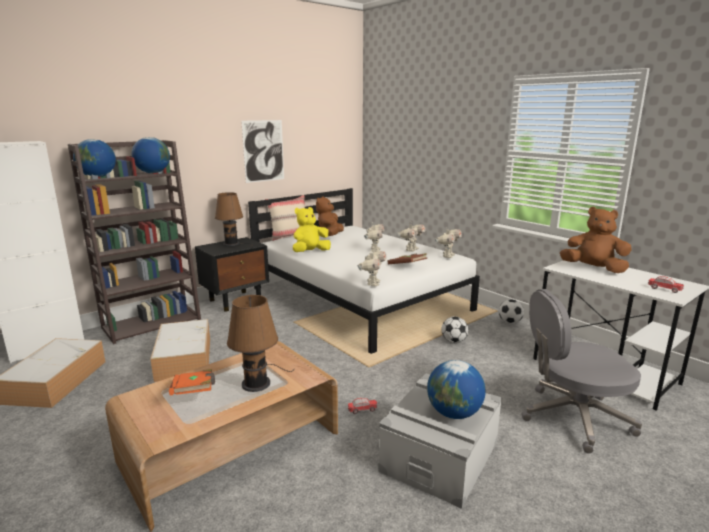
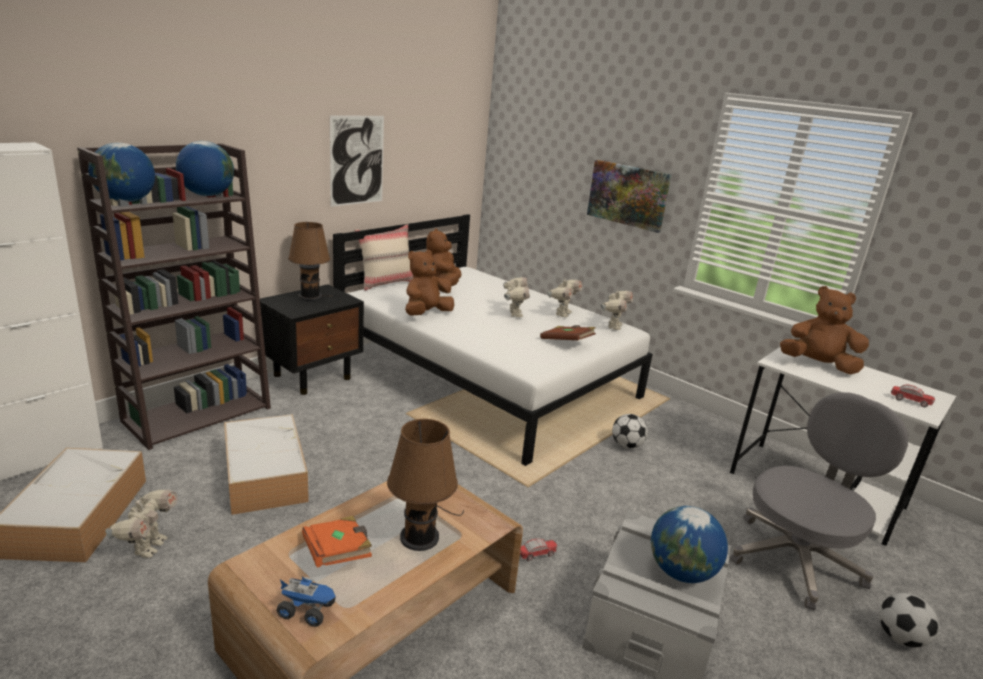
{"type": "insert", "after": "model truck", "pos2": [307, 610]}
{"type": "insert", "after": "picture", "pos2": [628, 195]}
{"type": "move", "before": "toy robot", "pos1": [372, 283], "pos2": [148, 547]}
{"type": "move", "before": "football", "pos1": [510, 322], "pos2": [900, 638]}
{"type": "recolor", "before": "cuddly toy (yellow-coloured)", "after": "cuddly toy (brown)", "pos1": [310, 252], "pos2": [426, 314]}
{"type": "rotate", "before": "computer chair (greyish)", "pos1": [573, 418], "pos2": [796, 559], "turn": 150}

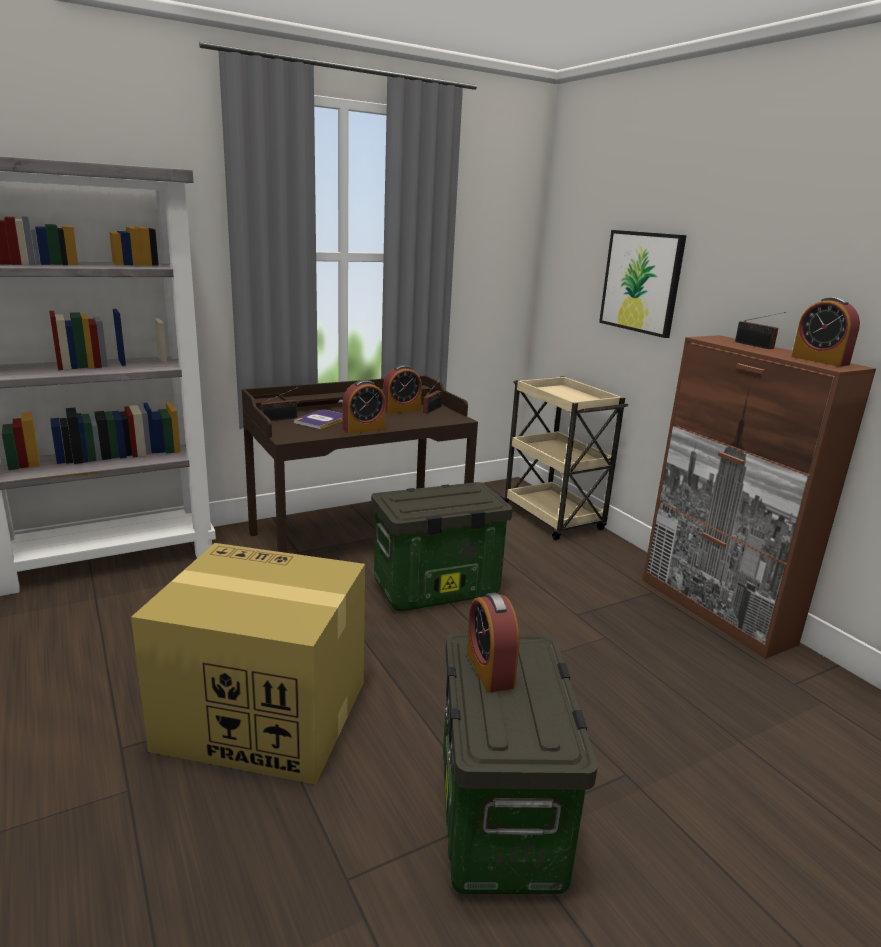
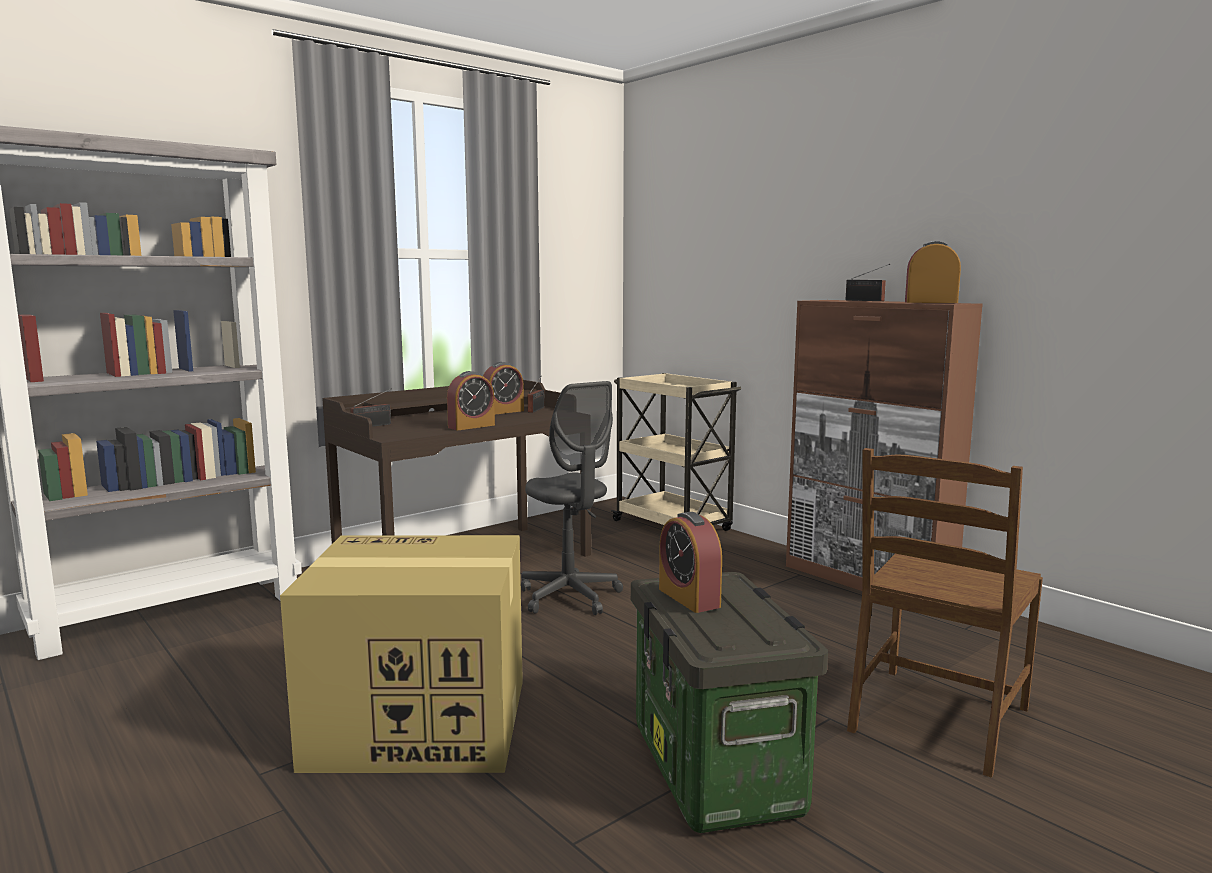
{"type": "delete", "before": "book", "pos1": [321, 420]}
{"type": "delete", "before": "picture", "pos1": [641, 282]}
{"type": "insert", "after": "chair (brown)", "pos2": [938, 719]}
{"type": "replace", "before": "storage bin", "after": "computer chair (greyish)", "pos1": [435, 589], "pos2": [570, 597]}
{"type": "rotate", "before": "bedside clock", "pos1": [819, 360], "pos2": [931, 302], "turn": 150}

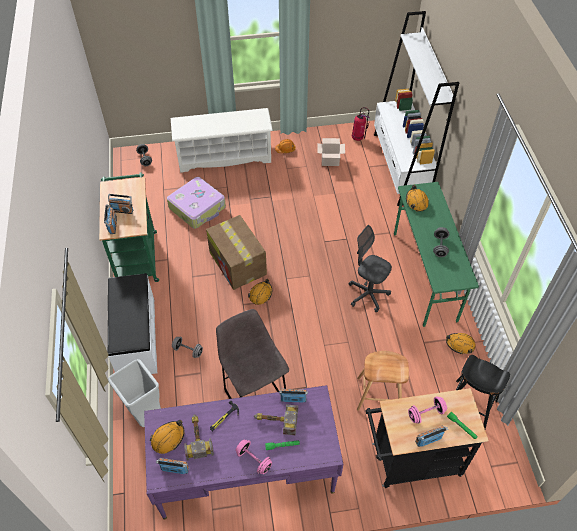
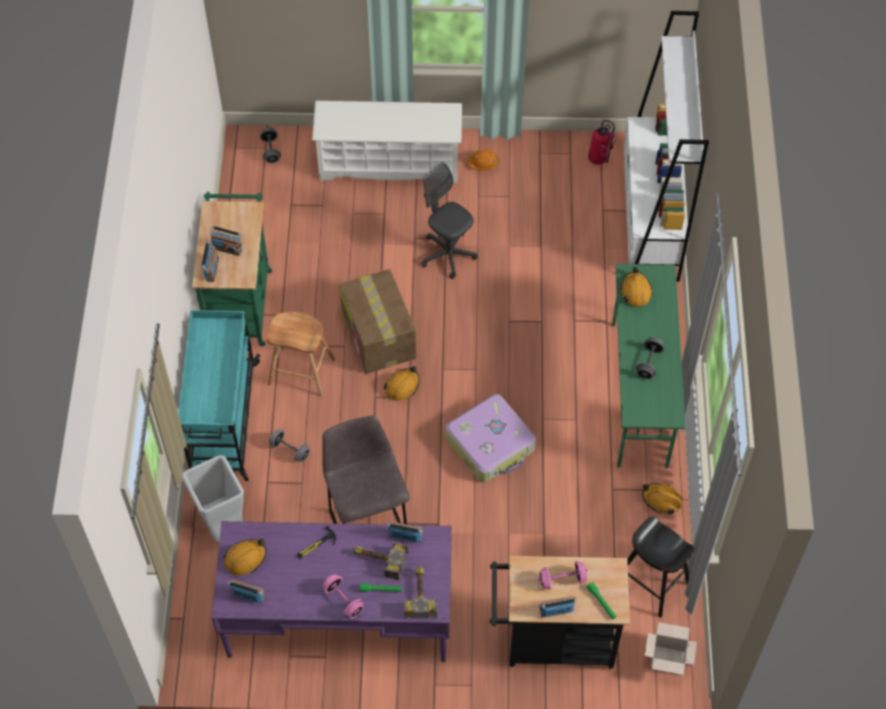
{"type": "move", "before": "travel case", "pos1": [198, 208], "pos2": [491, 444]}
{"type": "move", "before": "hammer", "pos1": [197, 437], "pos2": [420, 593]}
{"type": "move", "before": "carton", "pos1": [330, 160], "pos2": [668, 659]}
{"type": "move", "before": "computer chair (greyish)", "pos1": [368, 294], "pos2": [448, 254]}
{"type": "move", "before": "stool seat (brown)", "pos1": [379, 395], "pos2": [301, 371]}
{"type": "replace", "before": "long seat (white)", "after": "trolley (blue-green)", "pos1": [136, 337], "pos2": [223, 421]}

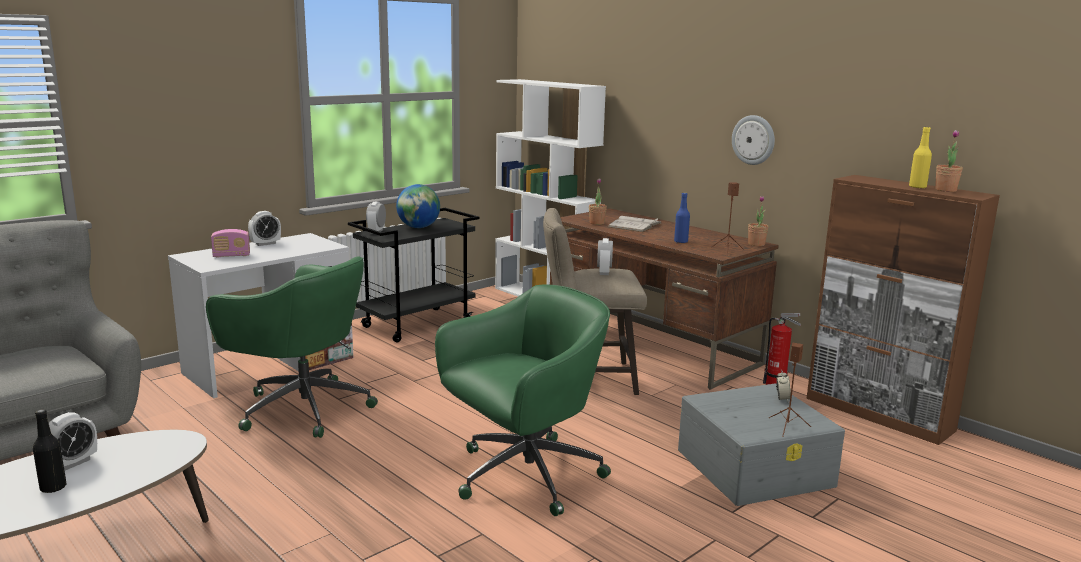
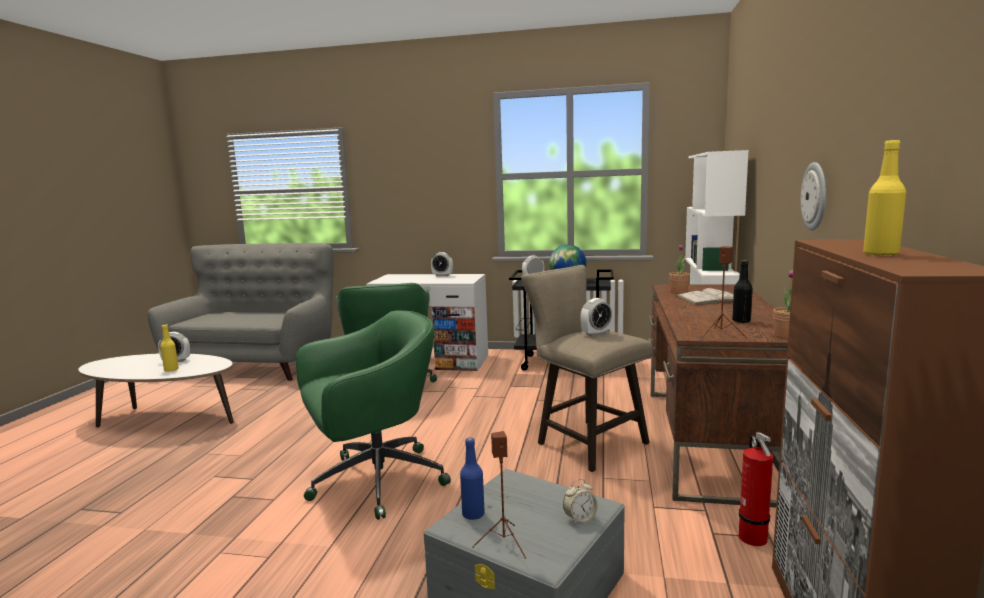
{"type": "delete", "before": "radio", "pos1": [231, 256]}
{"type": "delete", "before": "plant in a pot", "pos1": [945, 190]}
{"type": "insert", "after": "beverage bottle (yellow-coloured)", "pos2": [171, 370]}
{"type": "move", "before": "beverage bottle (black)", "pos1": [53, 488], "pos2": [741, 321]}
{"type": "move", "before": "beverage bottle (bluish)", "pos1": [681, 242], "pos2": [473, 514]}
{"type": "rotate", "before": "computer chair (greenish)", "pos1": [524, 476], "pos2": [374, 482], "turn": -45}

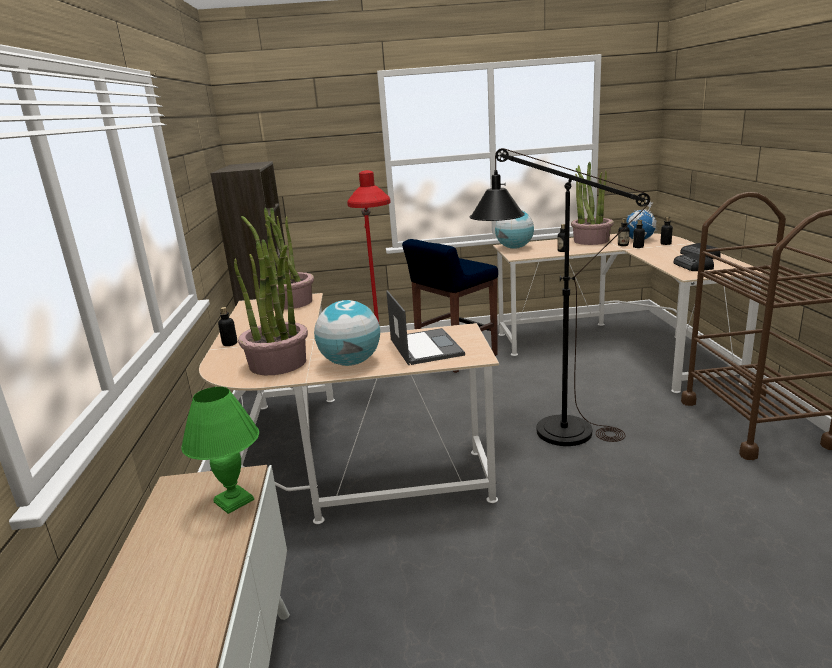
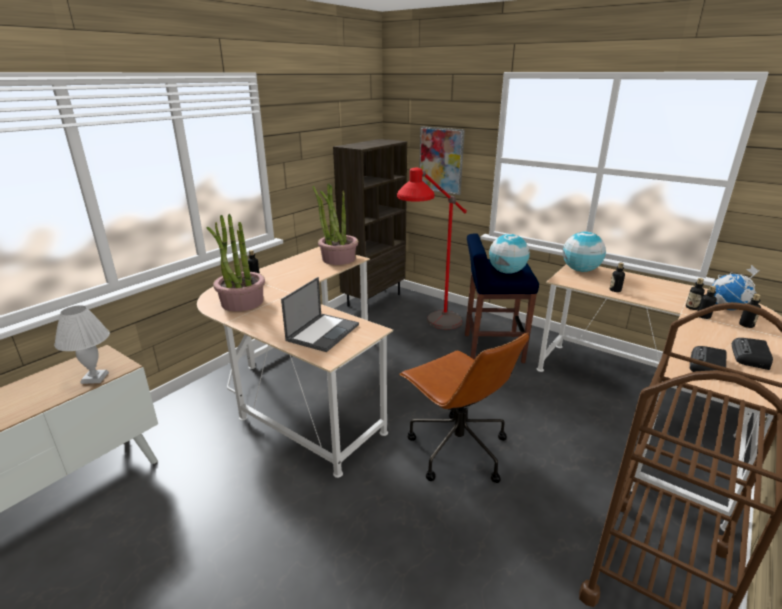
{"type": "delete", "before": "plant in a pot", "pos1": [591, 241]}
{"type": "insert", "after": "picture", "pos2": [441, 160]}
{"type": "move", "before": "desk globe", "pos1": [351, 362], "pos2": [507, 272]}
{"type": "replace", "before": "standard lamp (black)", "after": "computer chair (brown)", "pos1": [547, 431], "pos2": [456, 449]}
{"type": "recolor", "before": "tabletop lamp (greenish)", "after": "tabletop lamp (white)", "pos1": [234, 500], "pos2": [95, 377]}

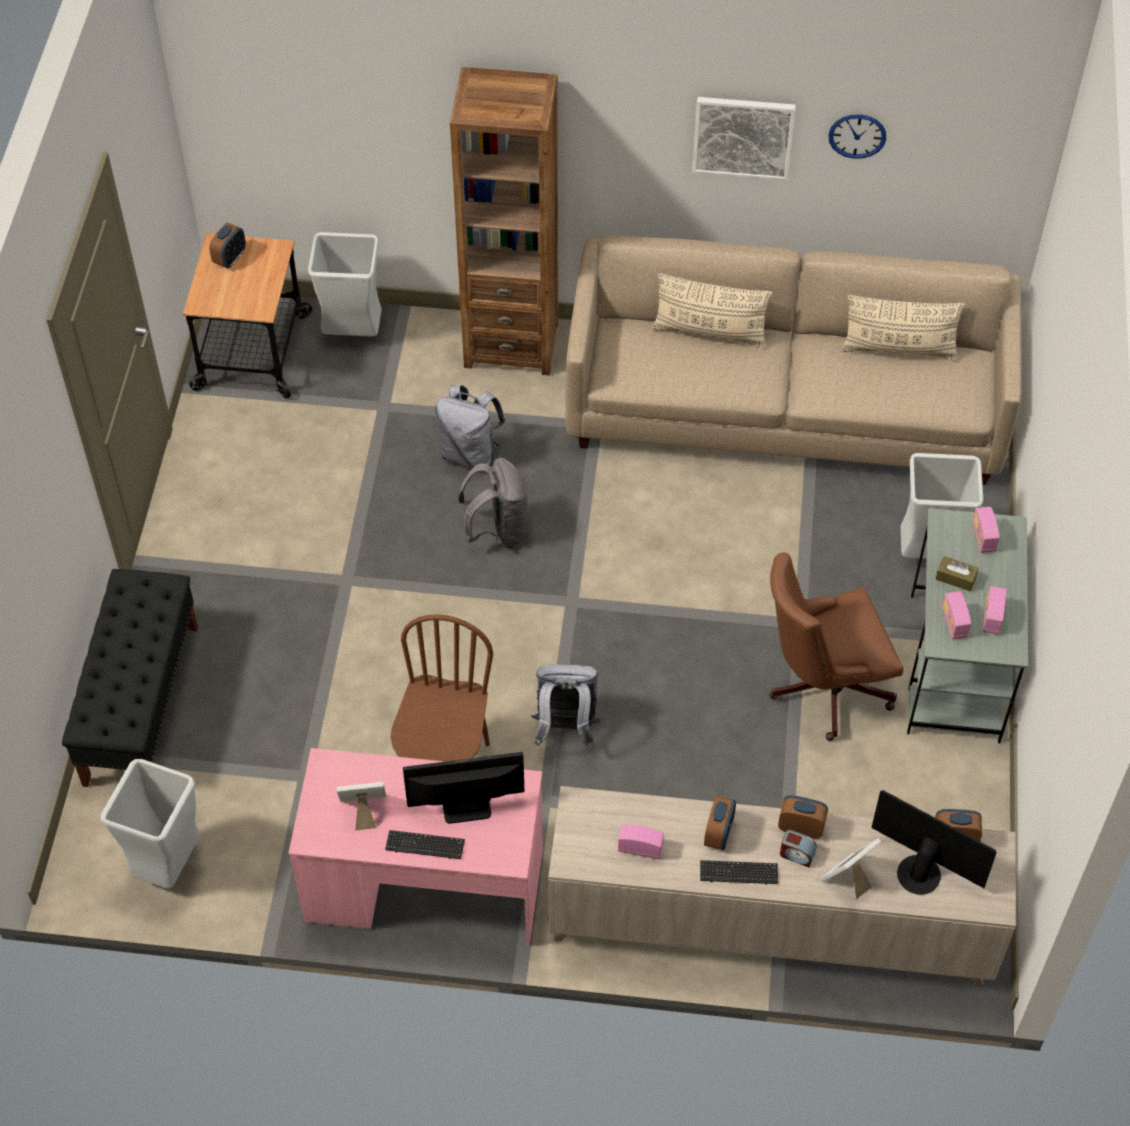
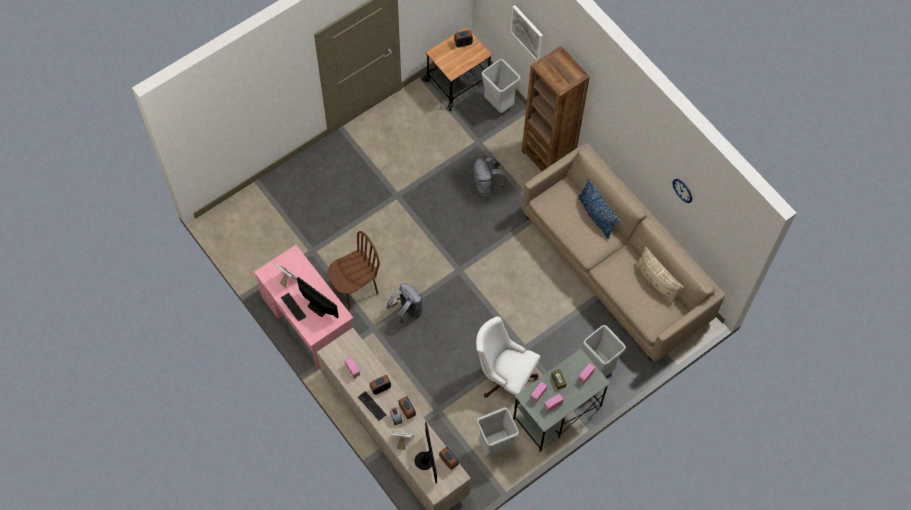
{"type": "delete", "before": "long seat (black)", "pos1": [141, 704]}
{"type": "delete", "before": "rucksack (greyish)", "pos1": [497, 531]}
{"type": "move", "before": "trash can (greyish)", "pos1": [169, 864], "pos2": [495, 445]}
{"type": "move", "before": "picture", "pos1": [743, 136], "pos2": [527, 32]}
{"type": "recolor", "before": "cushion (sand-coloured)", "after": "cushion (bluish)", "pos1": [710, 332], "pos2": [596, 216]}
{"type": "recolor", "before": "computer chair (brown)", "after": "computer chair (white)", "pos1": [822, 687], "pos2": [504, 377]}

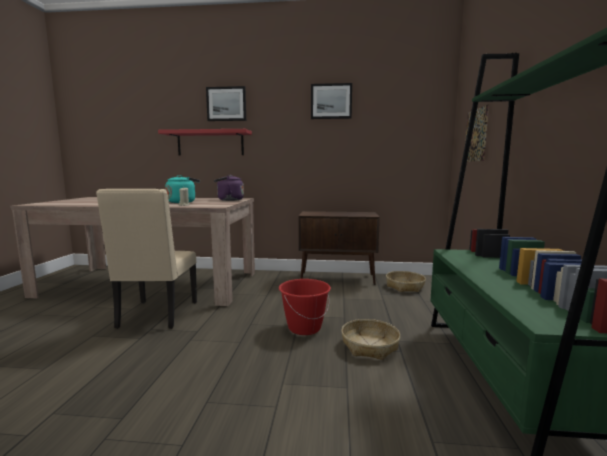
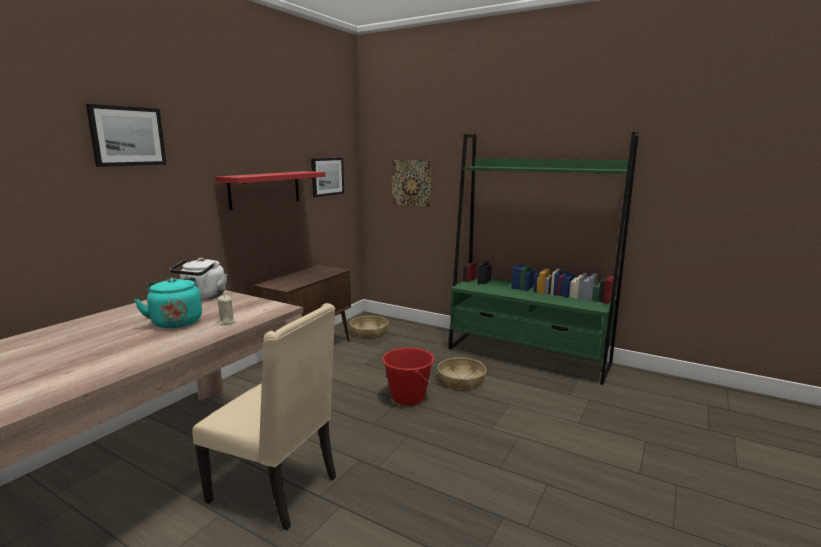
{"type": "move", "before": "wall shelf (reddish)", "pos1": [210, 143], "pos2": [265, 189]}
{"type": "move", "before": "picture", "pos1": [331, 101], "pos2": [327, 176]}
{"type": "recolor", "before": "kettle (purplish)", "after": "kettle (white)", "pos1": [228, 200], "pos2": [203, 297]}

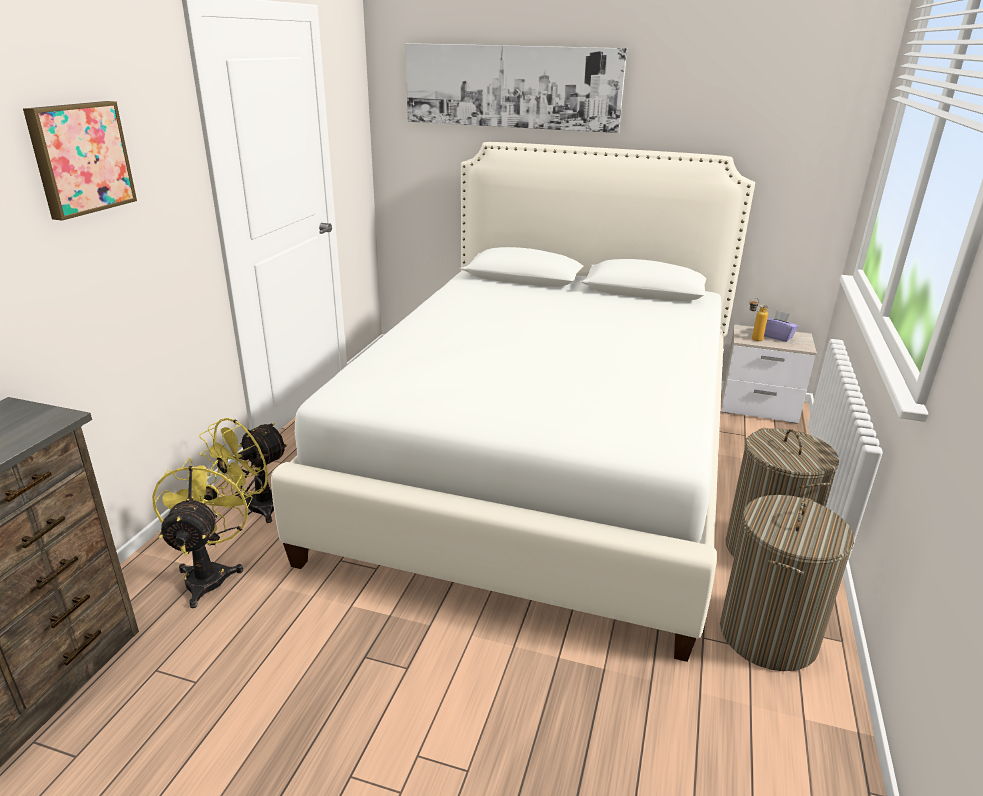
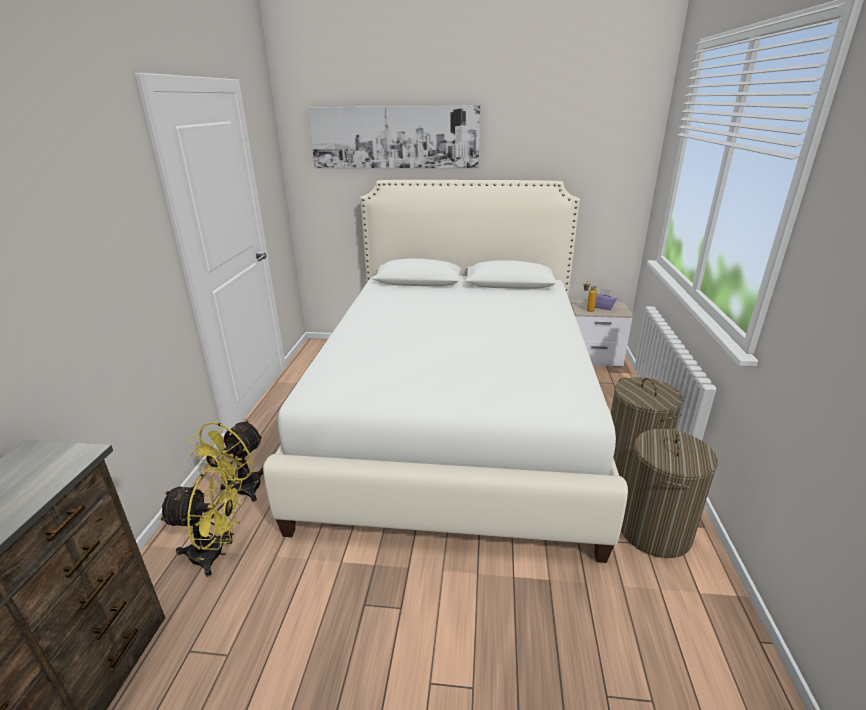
{"type": "delete", "before": "picture", "pos1": [80, 158]}
{"type": "rotate", "before": "fan (yellow-coloured)", "pos1": [210, 574], "pos2": [215, 554], "turn": 105}

